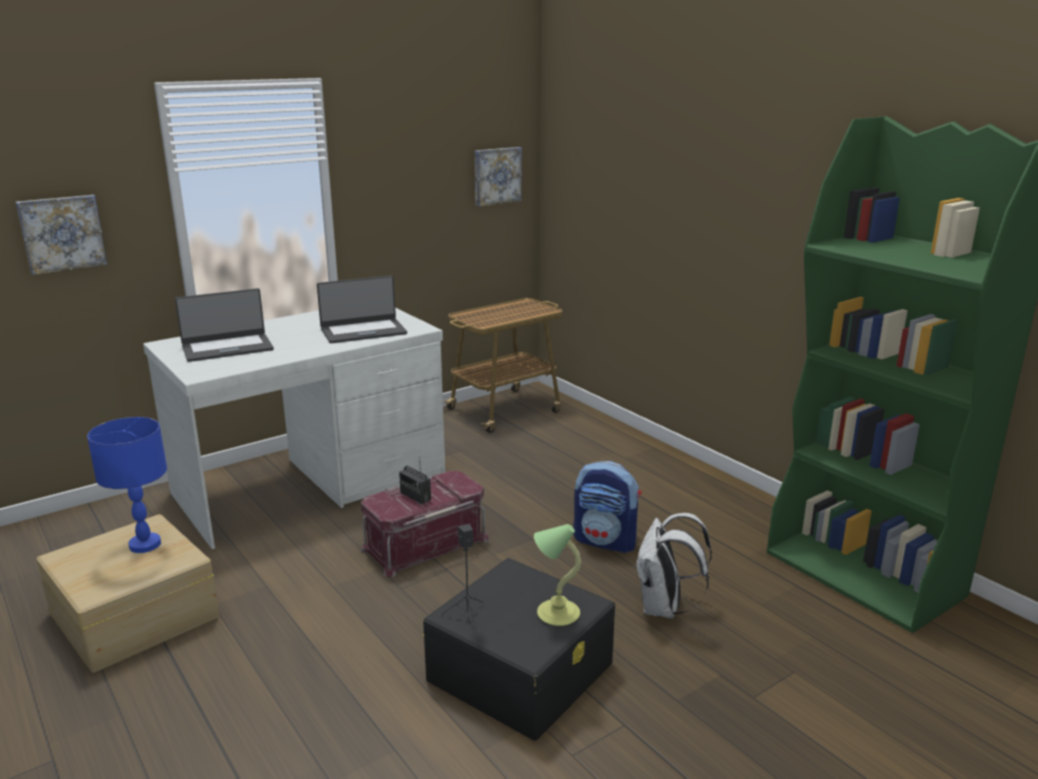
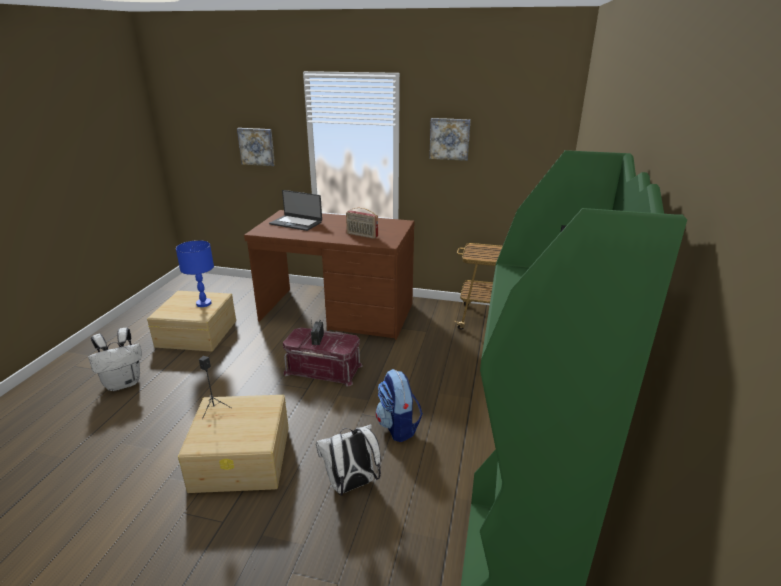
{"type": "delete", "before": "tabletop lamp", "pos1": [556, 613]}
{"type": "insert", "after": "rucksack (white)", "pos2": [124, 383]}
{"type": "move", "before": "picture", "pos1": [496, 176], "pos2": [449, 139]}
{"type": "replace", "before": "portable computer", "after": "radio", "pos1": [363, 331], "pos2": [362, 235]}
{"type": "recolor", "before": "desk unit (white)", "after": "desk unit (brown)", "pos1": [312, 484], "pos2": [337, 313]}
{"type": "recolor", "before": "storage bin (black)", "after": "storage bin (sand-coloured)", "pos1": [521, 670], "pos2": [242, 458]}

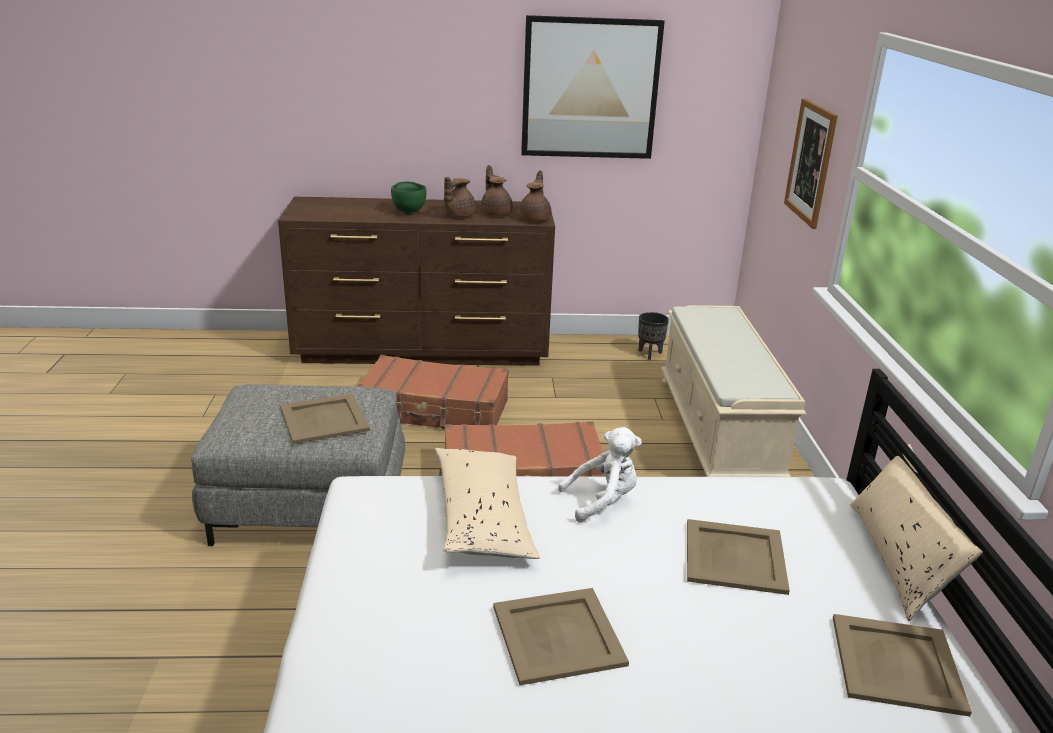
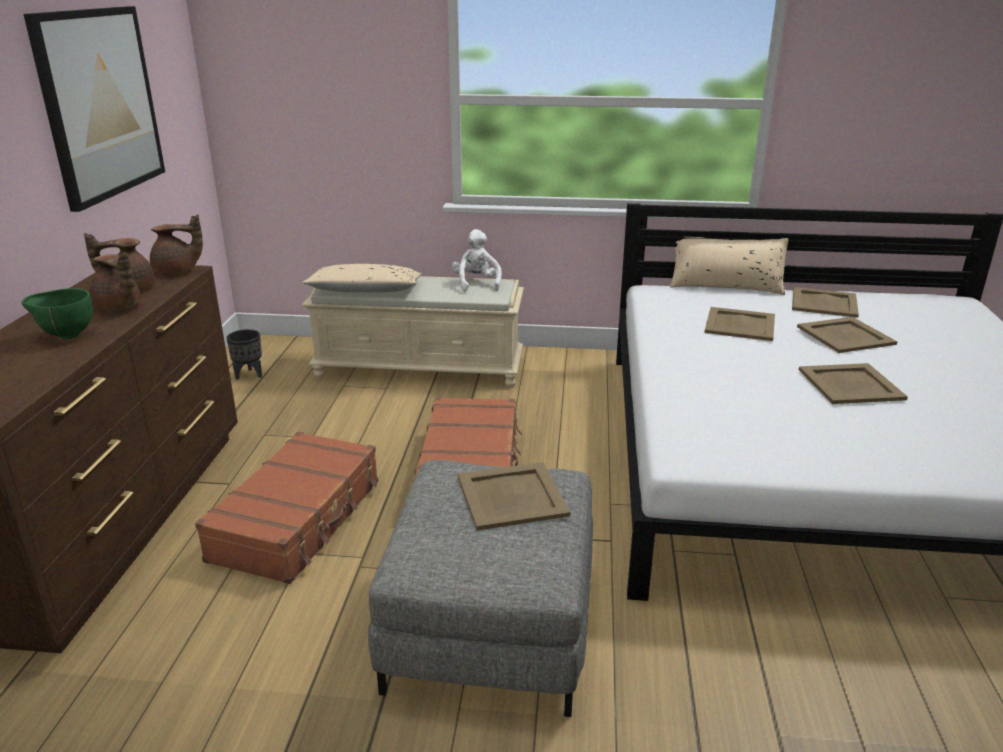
{"type": "delete", "before": "picture", "pos1": [810, 162]}
{"type": "insert", "after": "serving tray (sand-coloured)", "pos2": [846, 335]}
{"type": "move", "before": "cushion (sand-coloured)", "pos1": [483, 517], "pos2": [365, 291]}
{"type": "move", "before": "cuddly toy (white)", "pos1": [602, 501], "pos2": [476, 283]}
{"type": "rotate", "before": "teapot (brown)", "pos1": [535, 219], "pos2": [177, 271], "turn": 150}

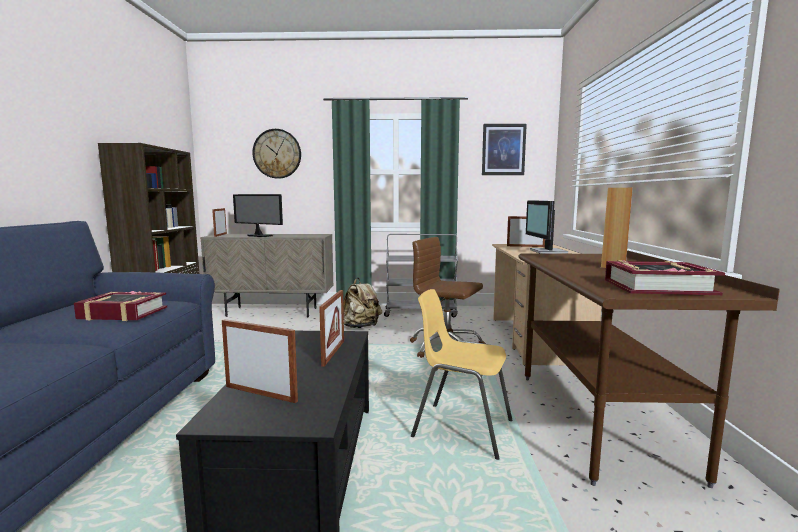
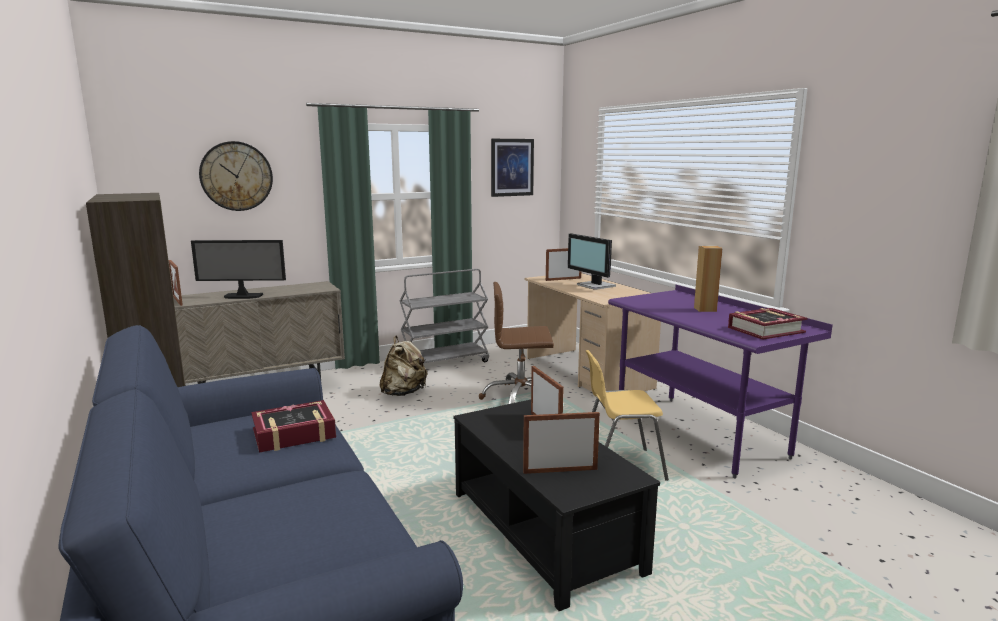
{"type": "recolor", "before": "desk unit (brown)", "after": "desk unit (purplish)", "pos1": [599, 421], "pos2": [699, 434]}

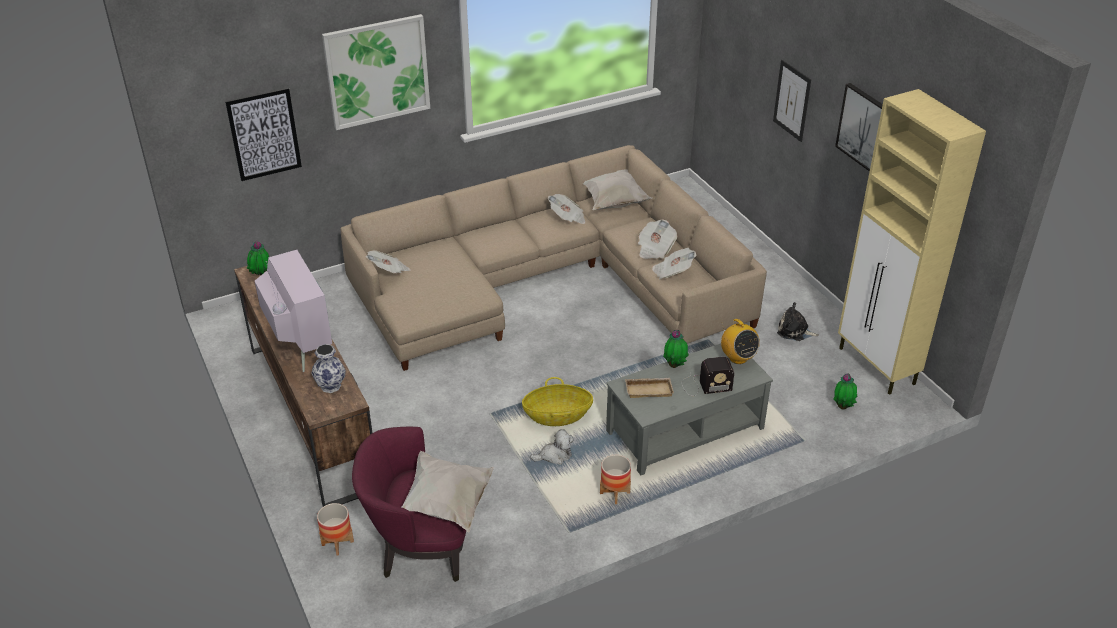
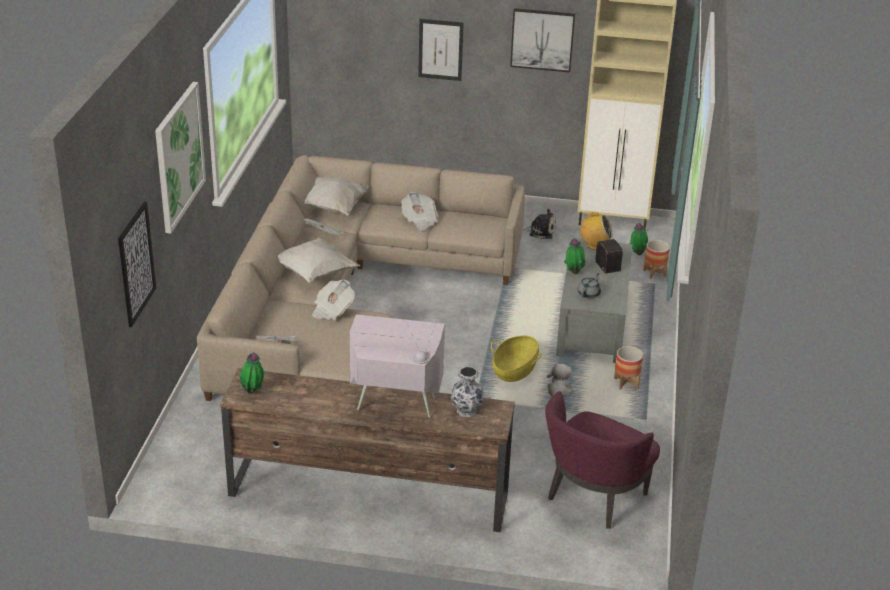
{"type": "move", "before": "plant pot", "pos1": [337, 543], "pos2": [654, 273]}
{"type": "move", "before": "cushion (white)", "pos1": [447, 505], "pos2": [315, 274]}
{"type": "move", "before": "daily paper", "pos1": [672, 272], "pos2": [332, 310]}
{"type": "replace", "before": "serving tray (sand-coloured)", "after": "teapot (greyish)", "pos1": [649, 389], "pos2": [589, 294]}
{"type": "rotate", "before": "radio", "pos1": [704, 385], "pos2": [609, 271], "turn": -45}
{"type": "rotate", "before": "cuddly toy", "pos1": [794, 331], "pos2": [540, 231], "turn": -135}

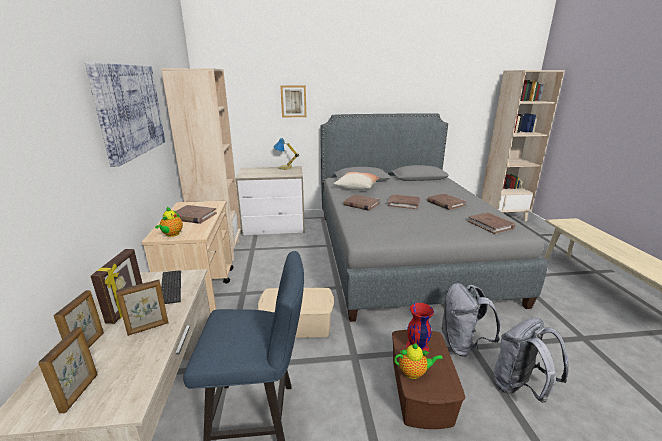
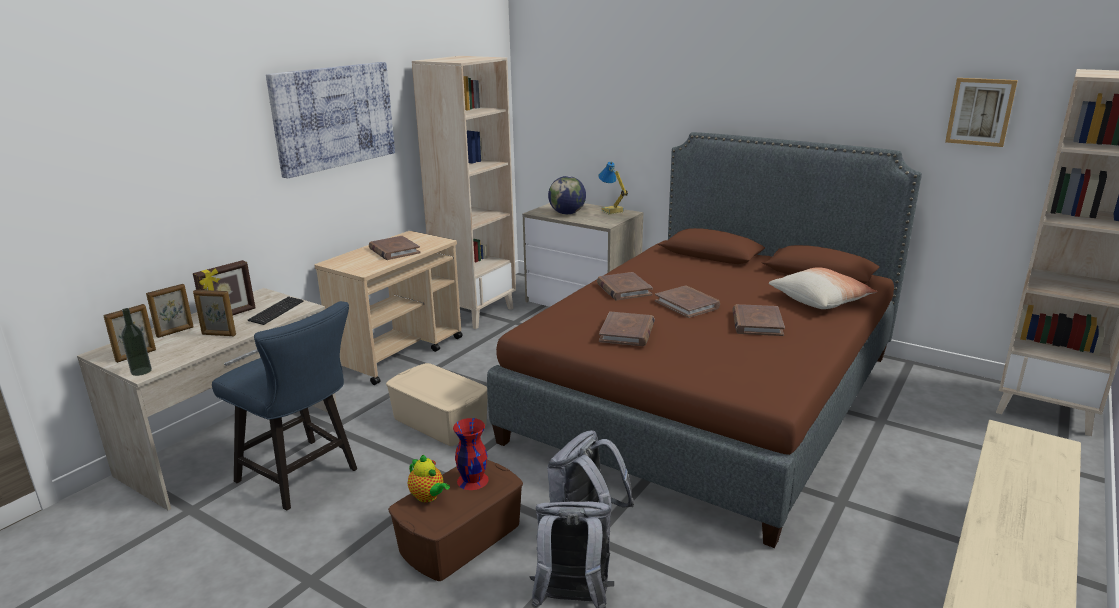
{"type": "delete", "before": "teapot", "pos1": [172, 234]}
{"type": "insert", "after": "beverage bottle", "pos2": [141, 371]}
{"type": "insert", "after": "desk globe", "pos2": [567, 213]}
{"type": "move", "before": "picture", "pos1": [293, 101], "pos2": [980, 111]}
{"type": "move", "before": "cushion", "pos1": [357, 187], "pos2": [820, 300]}
{"type": "move", "before": "book (brown)", "pos1": [490, 225], "pos2": [627, 332]}
{"type": "recolor", "before": "sleeping bed (greyish)", "after": "sleeping bed (brown)", "pos1": [402, 252], "pos2": [708, 396]}

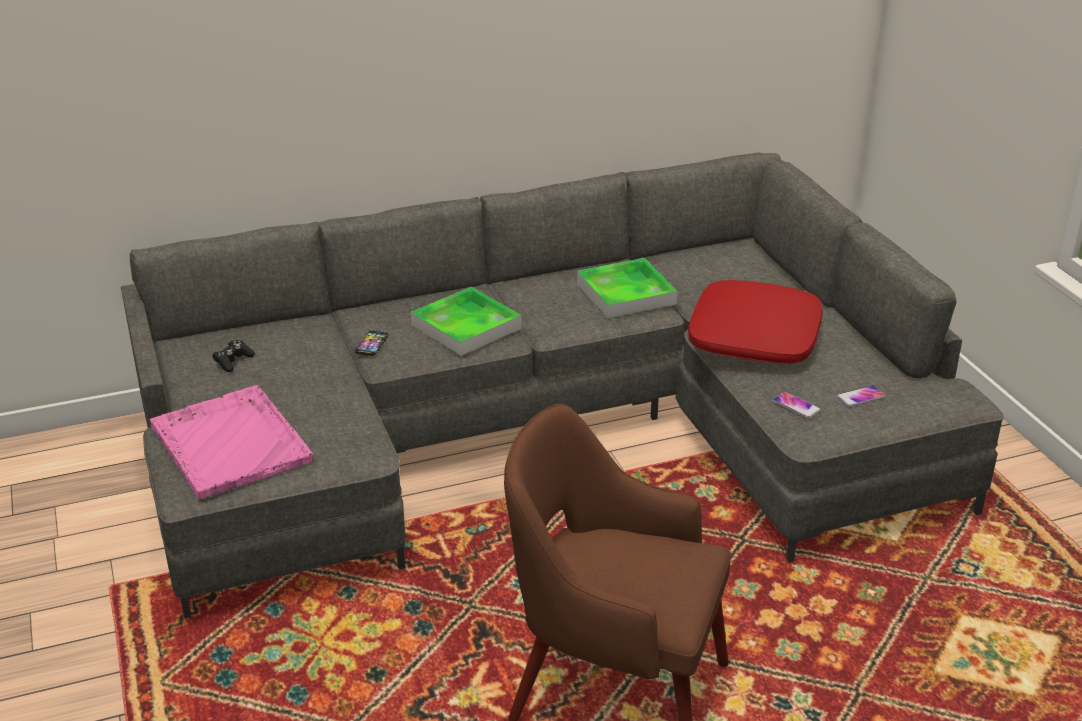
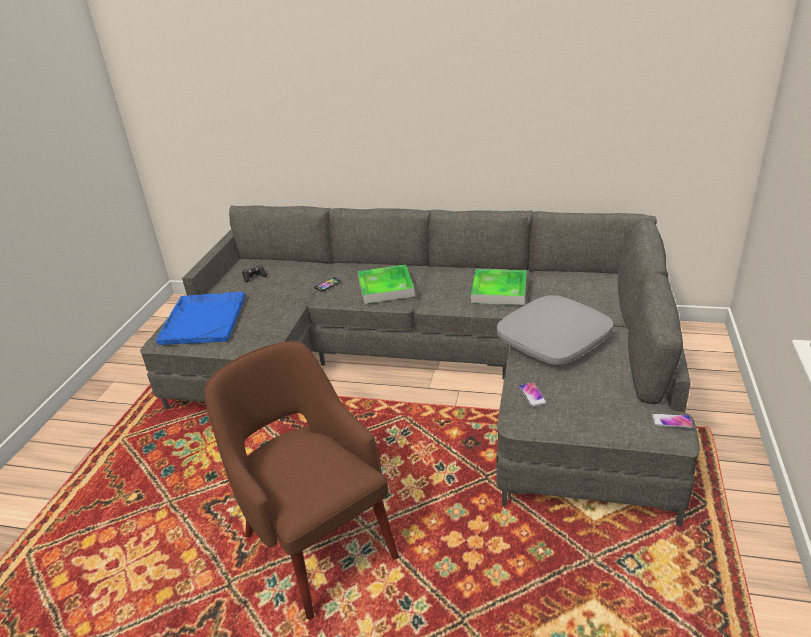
{"type": "move", "before": "telephone", "pos1": [860, 397], "pos2": [671, 421]}
{"type": "recolor", "before": "serving tray (pinkish)", "after": "serving tray (bluish)", "pos1": [230, 443], "pos2": [204, 319]}
{"type": "recolor", "before": "cushion (reddish)", "after": "cushion (greyish)", "pos1": [753, 337], "pos2": [553, 339]}

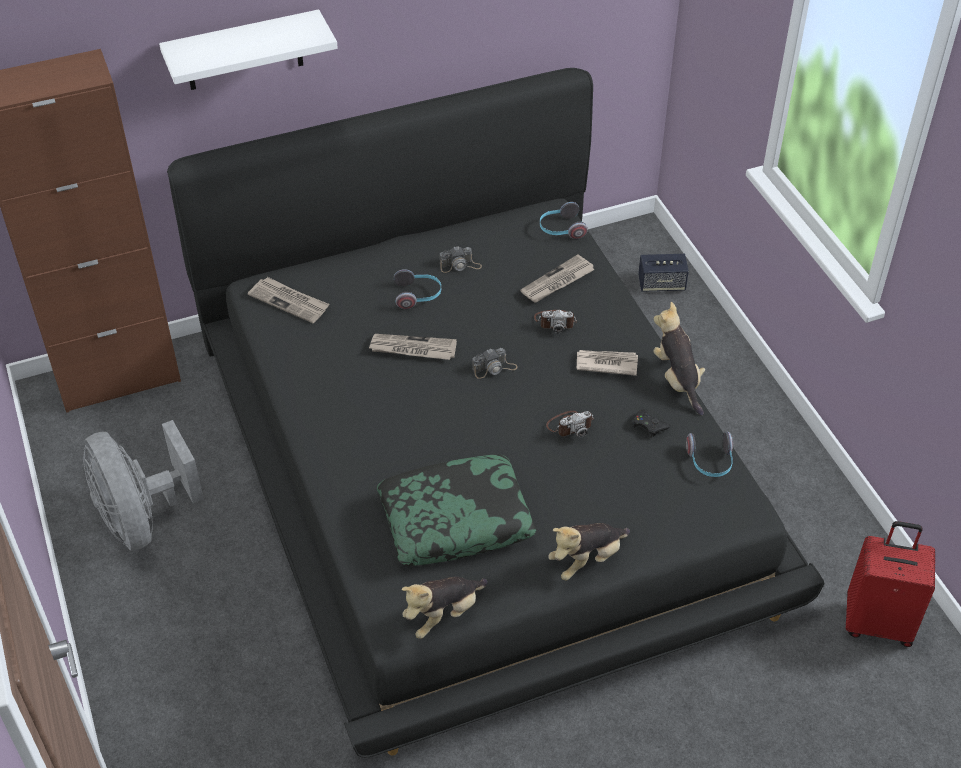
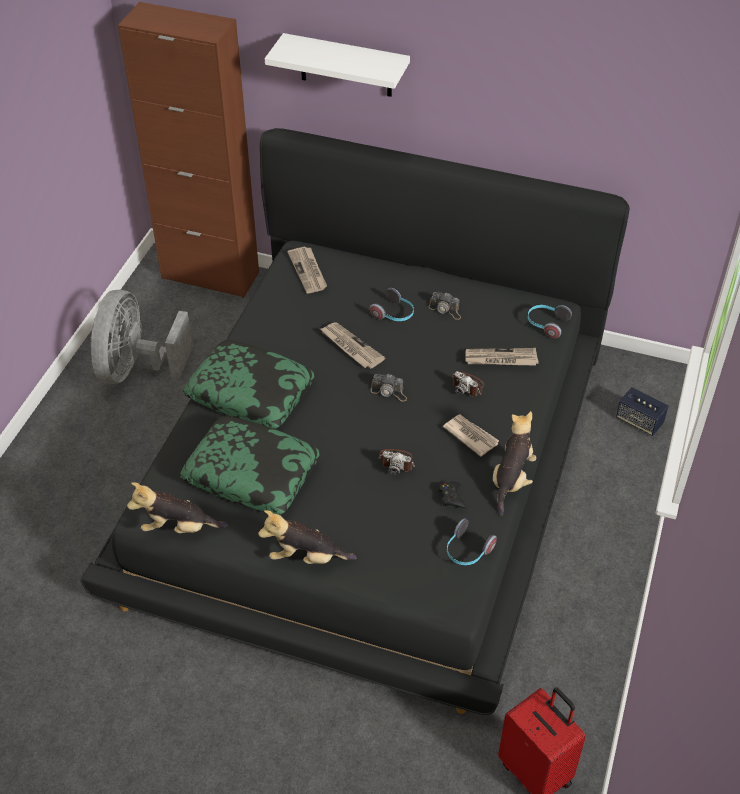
{"type": "insert", "after": "cushion", "pos2": [251, 393]}

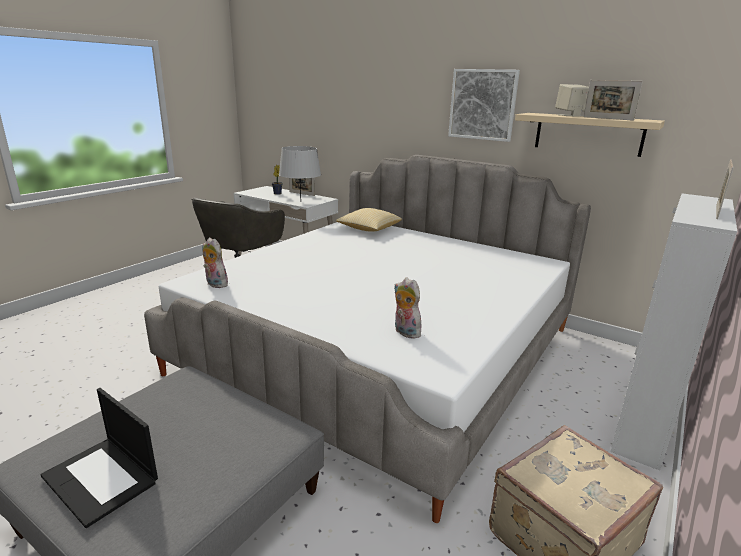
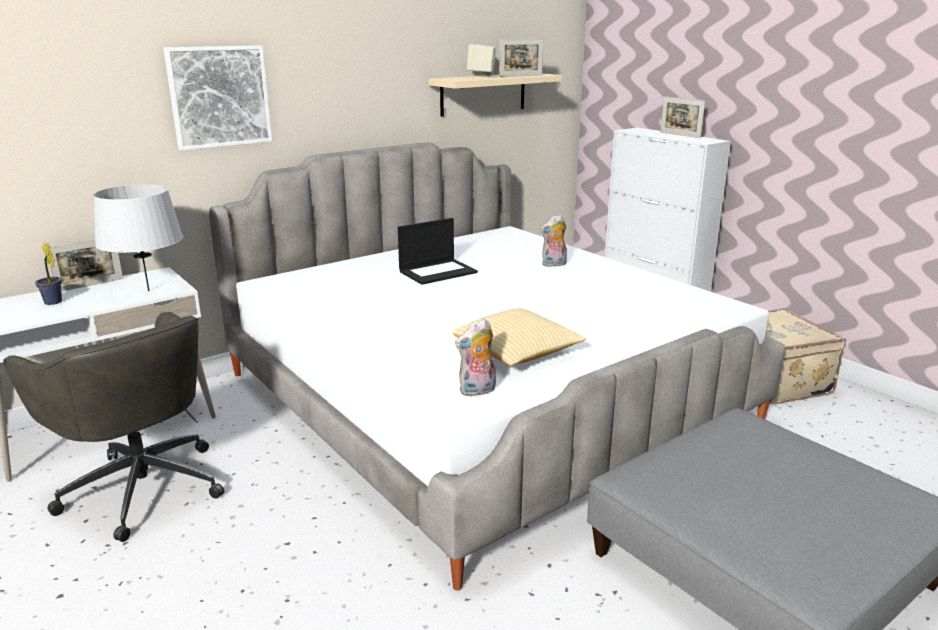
{"type": "move", "before": "portable computer", "pos1": [102, 479], "pos2": [438, 272]}
{"type": "move", "before": "cushion", "pos1": [368, 229], "pos2": [517, 354]}
{"type": "move", "before": "cuddly toy", "pos1": [405, 332], "pos2": [554, 264]}
{"type": "move", "before": "picture", "pos1": [482, 104], "pos2": [219, 96]}

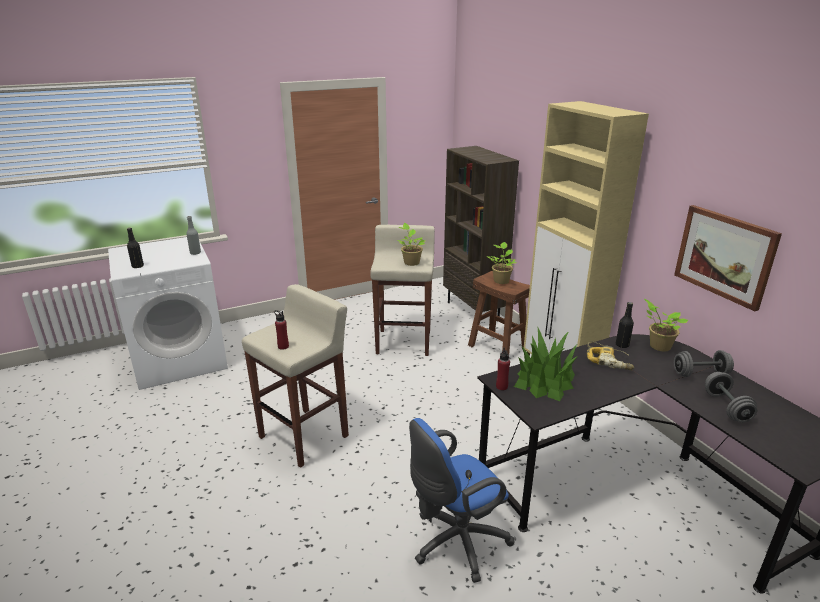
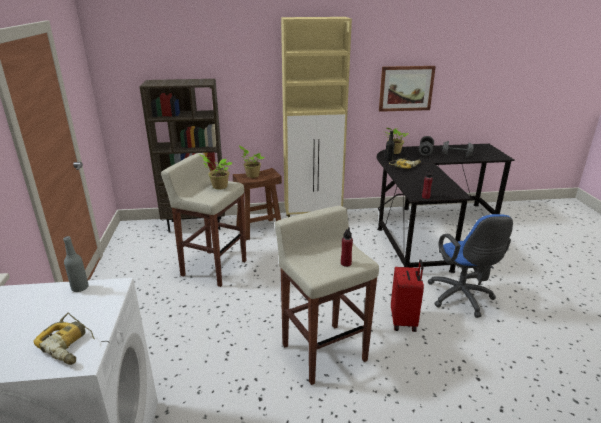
{"type": "delete", "before": "plant in a pot", "pos1": [544, 381]}
{"type": "insert", "after": "travel case (reddish)", "pos2": [404, 321]}
{"type": "replace", "before": "beverage bottle (black)", "after": "drill", "pos1": [137, 266], "pos2": [69, 344]}

